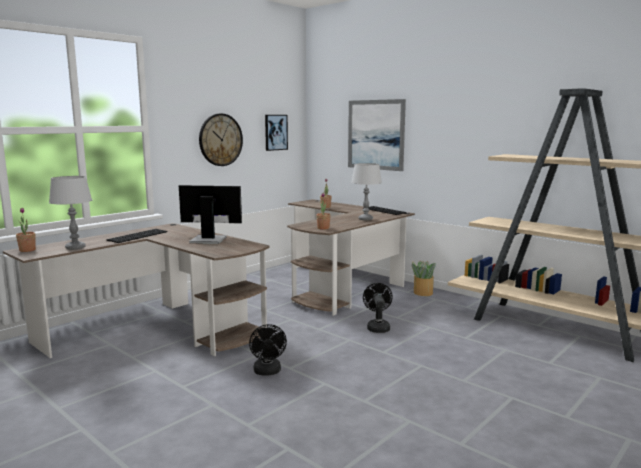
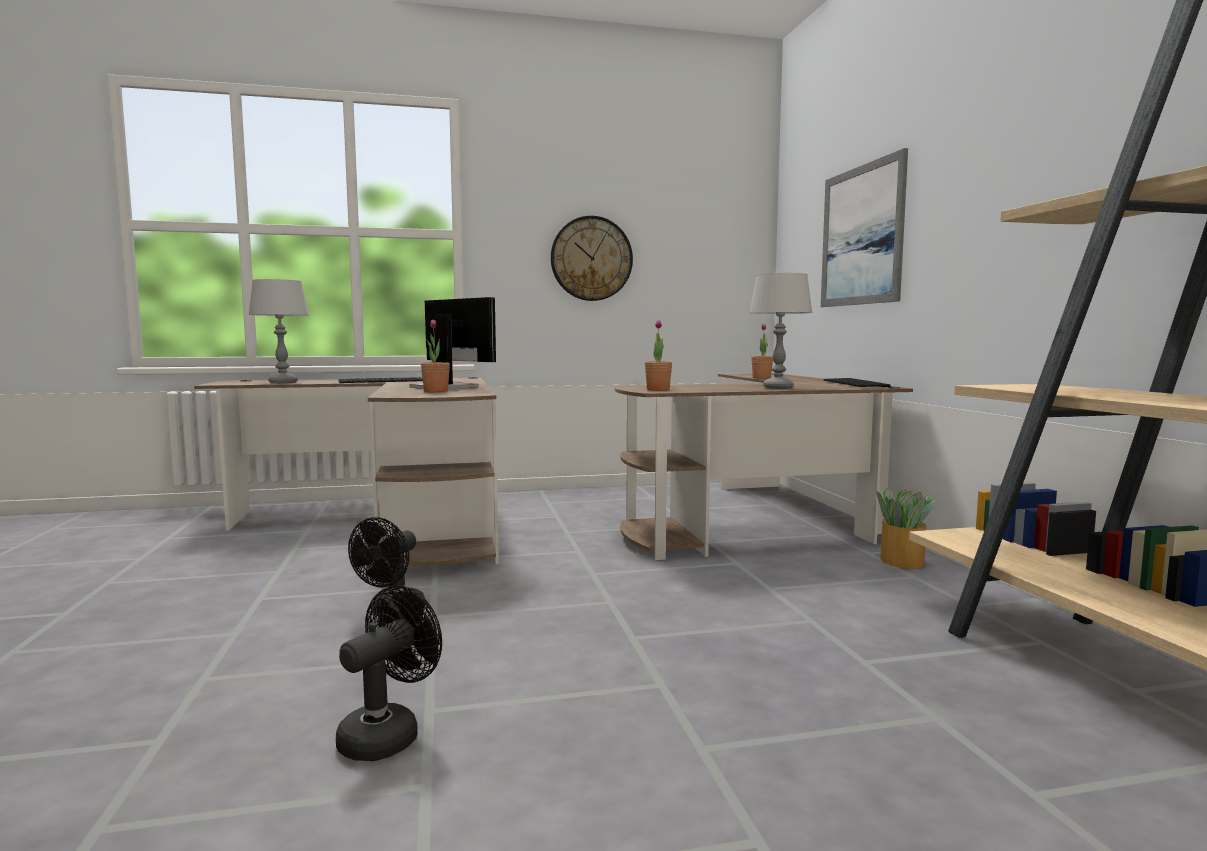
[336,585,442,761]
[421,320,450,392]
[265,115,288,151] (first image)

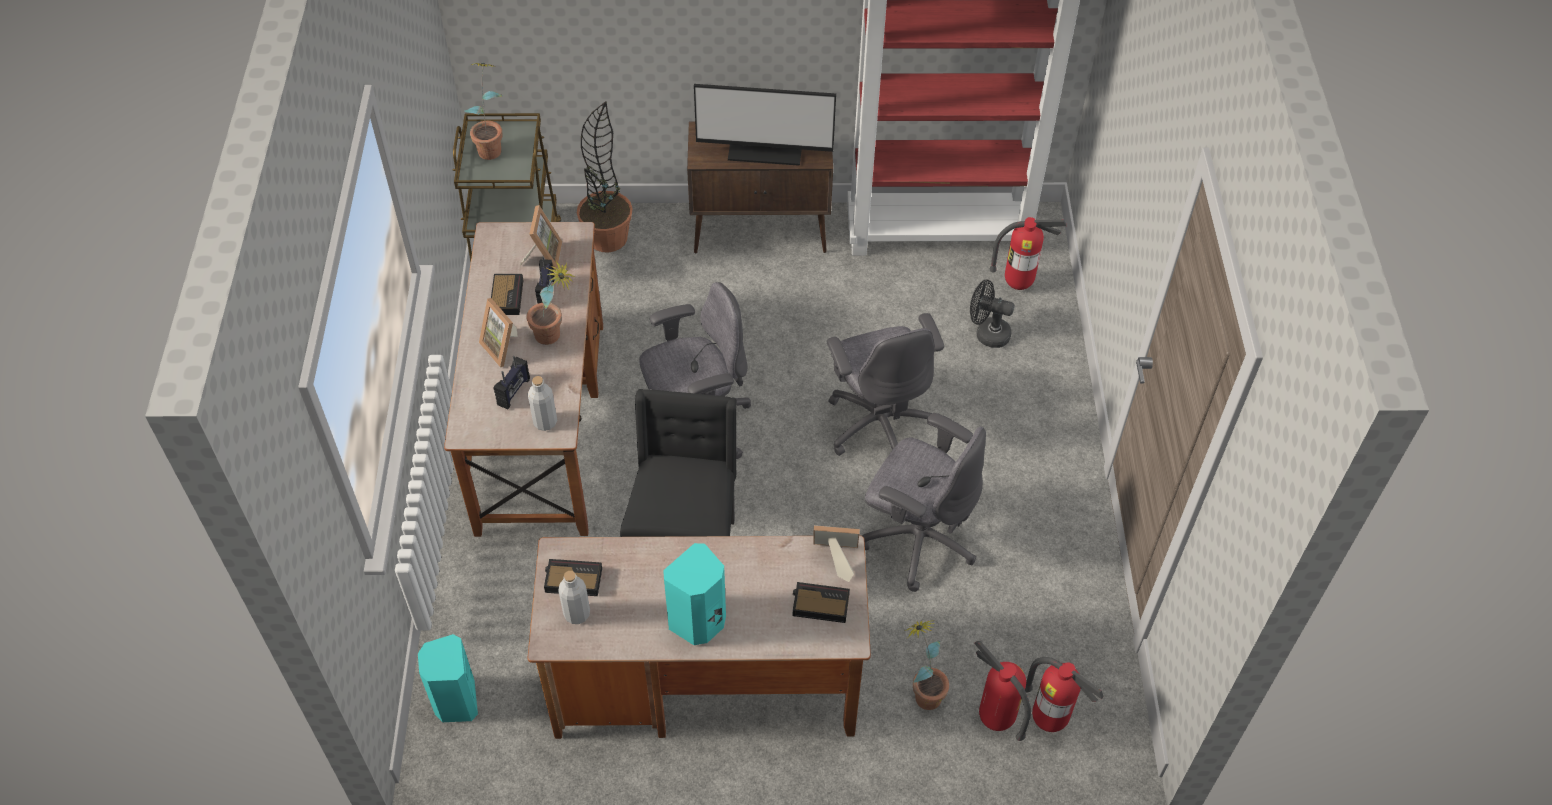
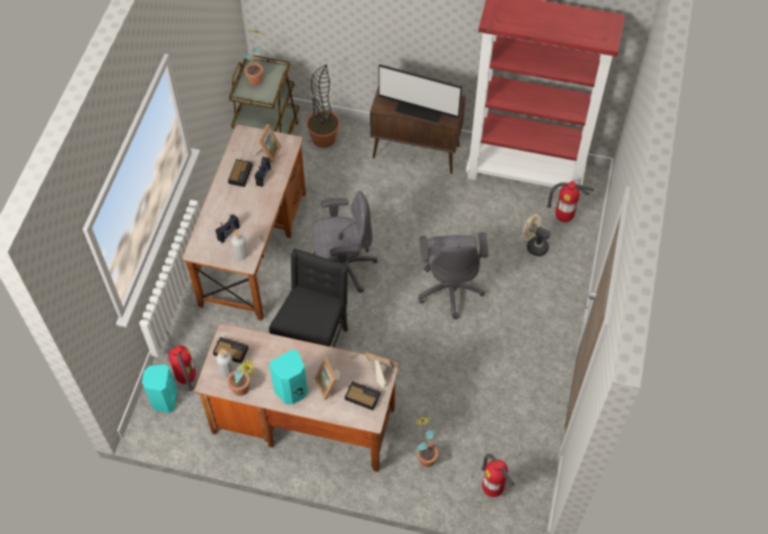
[166,331,196,391]
[227,358,257,396]
[315,358,340,400]
[522,214,550,256]
[862,413,986,592] (first image)

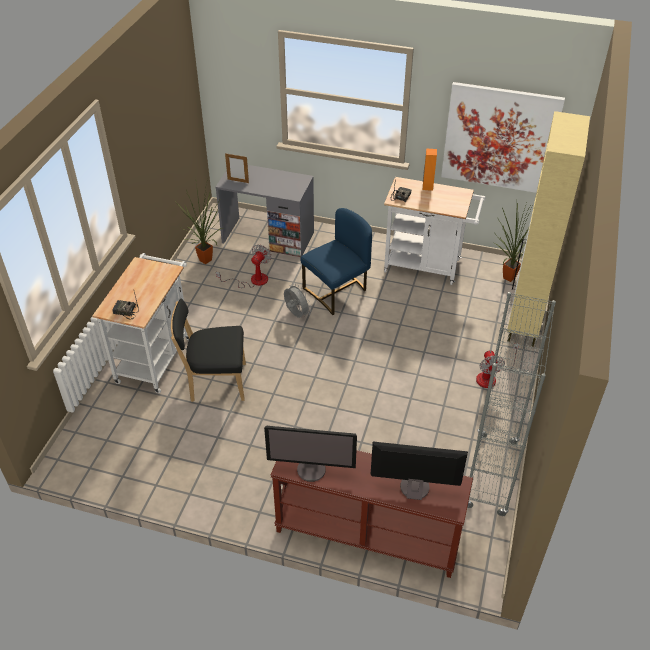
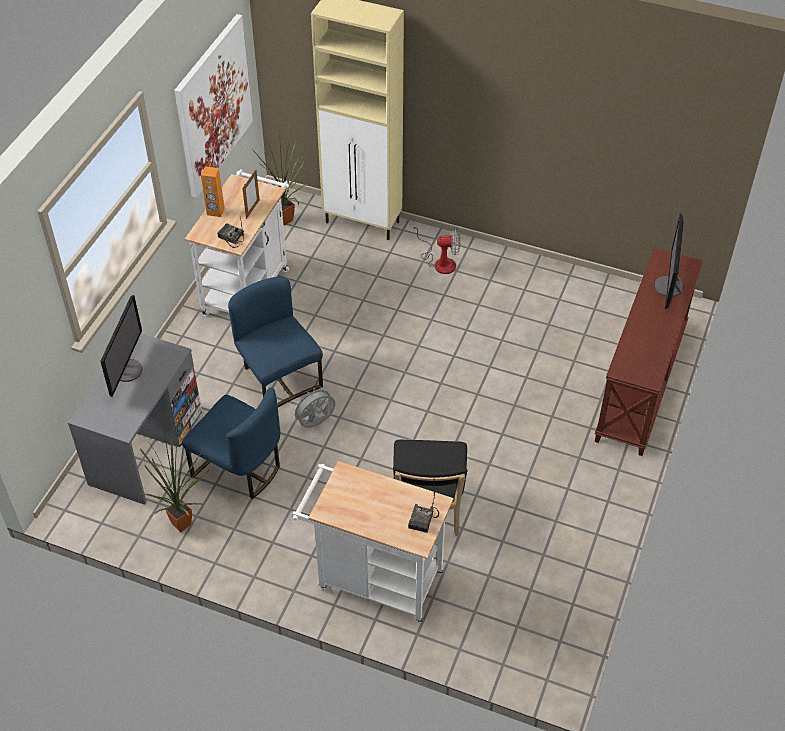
[100,295,142,397]
[182,387,280,499]
[242,170,260,219]
[467,292,556,516] (first image)

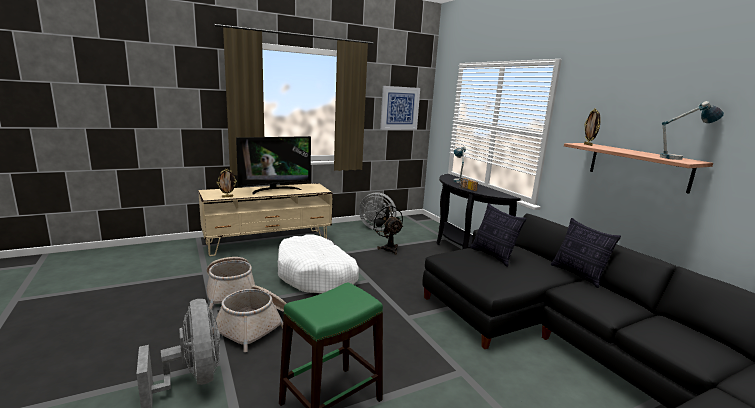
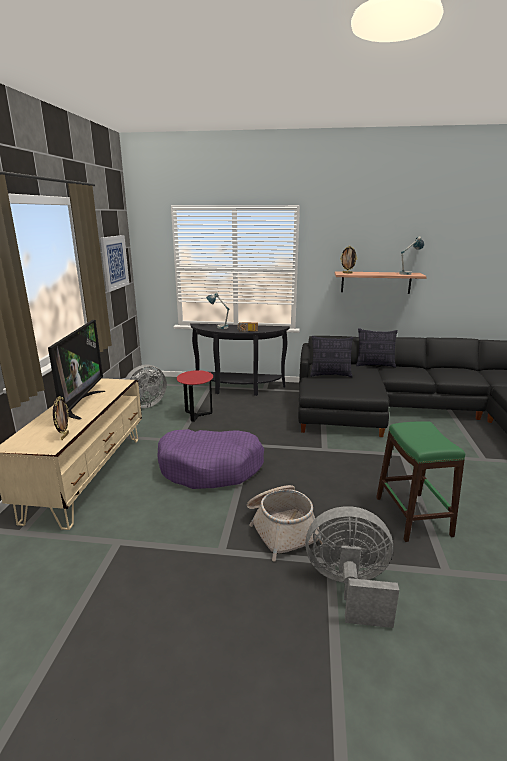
[158,429,264,489]
[177,370,213,422]
[207,257,255,310] (first image)

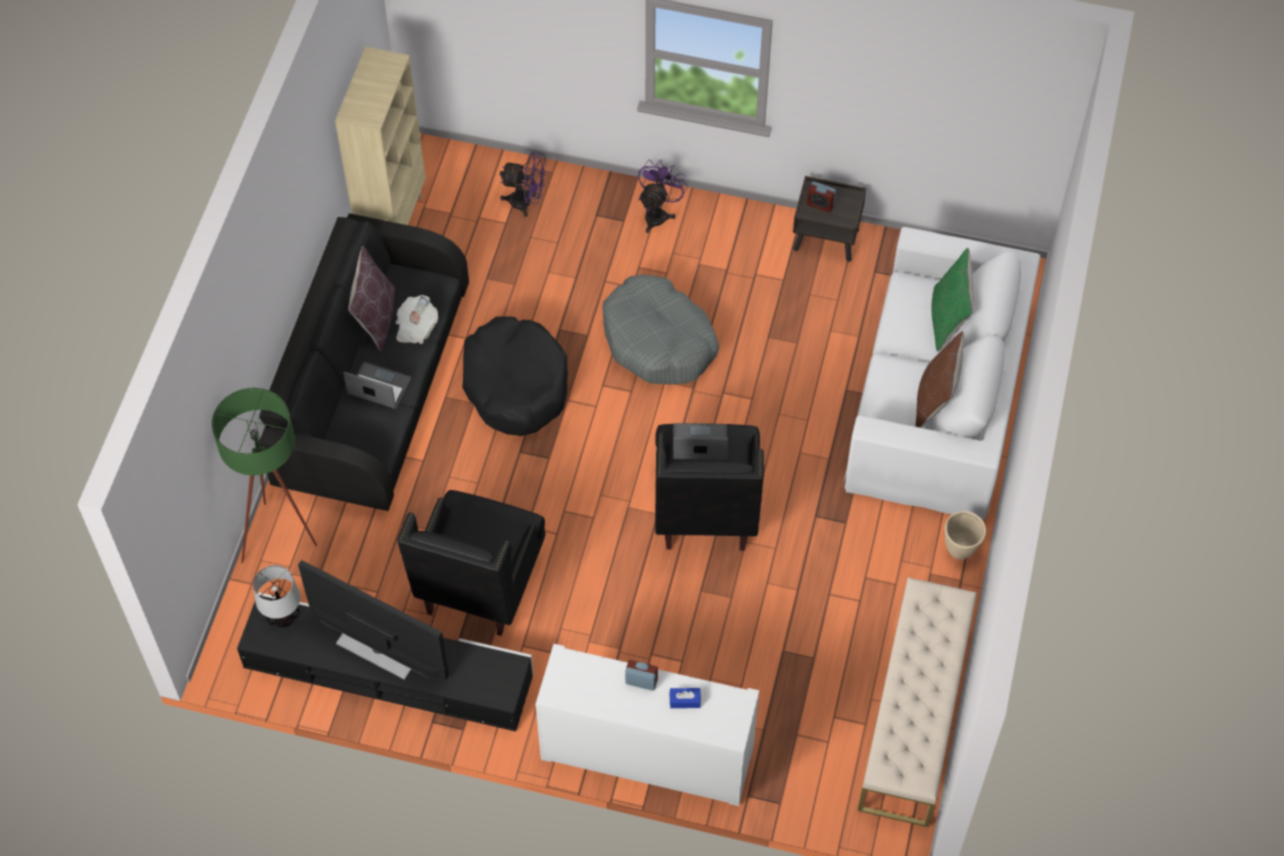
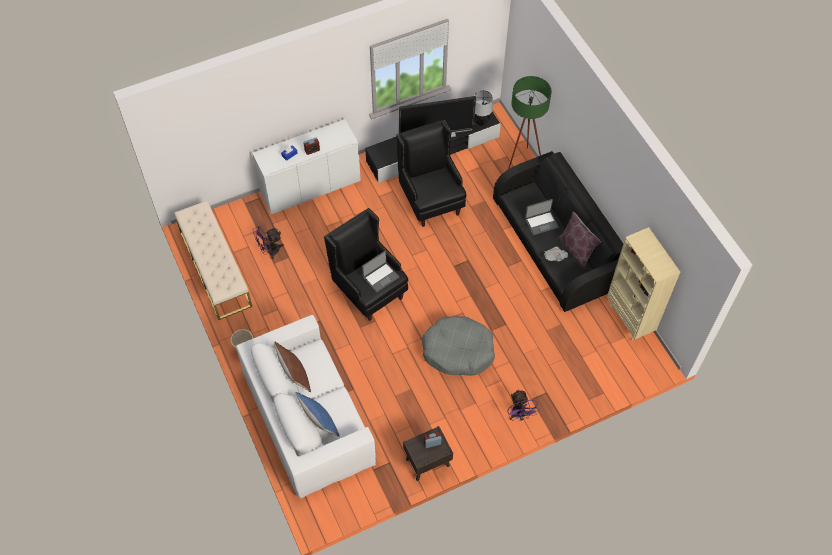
[253,226,284,259]
[296,392,339,437]
[462,316,568,436] (first image)

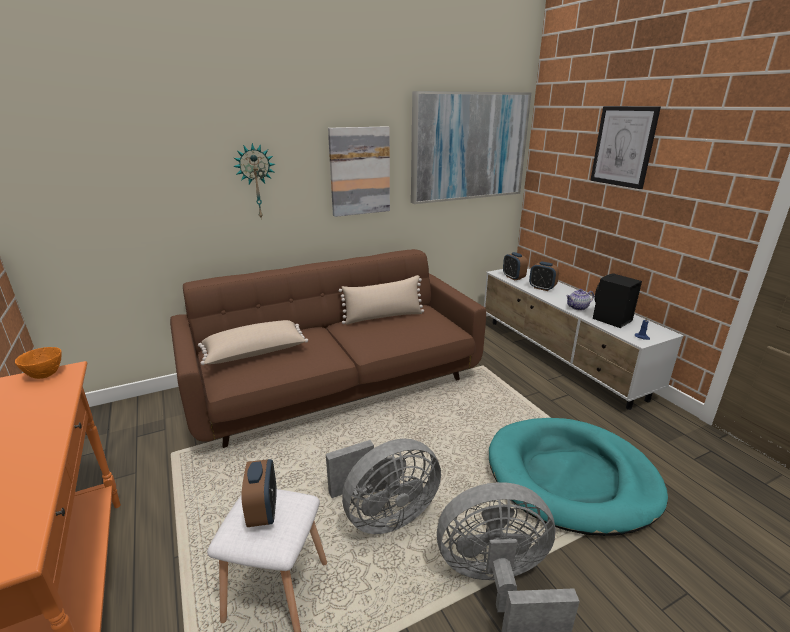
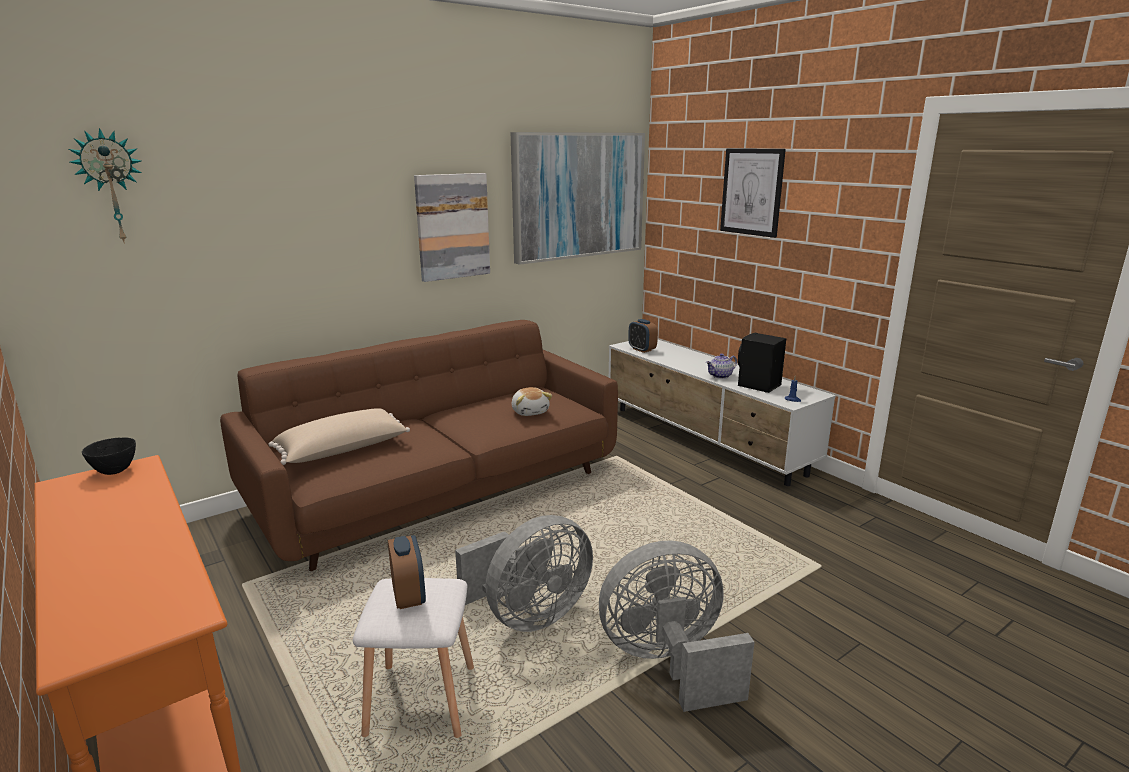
[68,128,142,244]
[82,437,136,475]
[512,387,552,416]
[339,275,424,325] (first image)
[489,418,668,536] (first image)
[529,262,559,291] (first image)

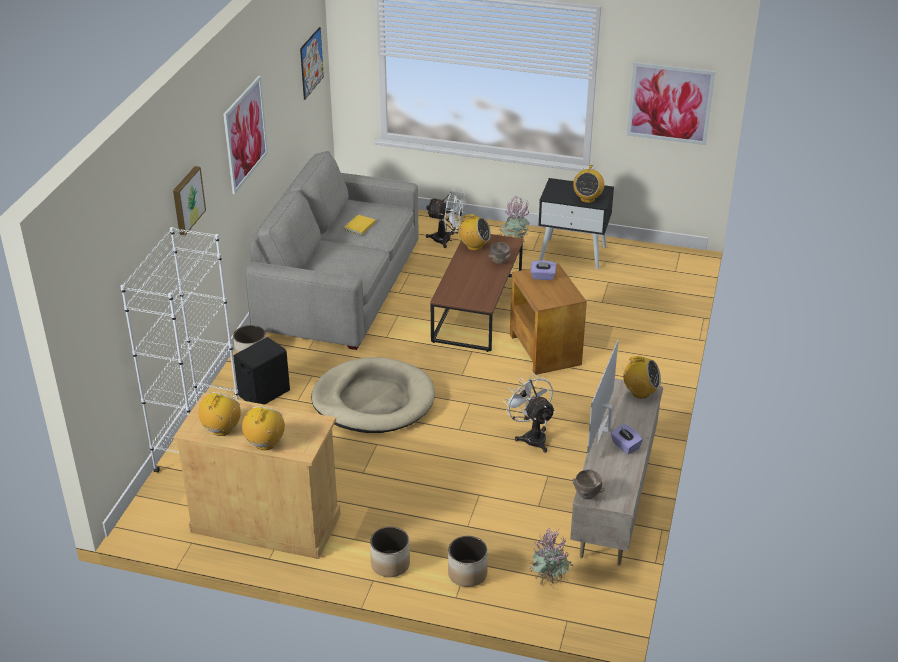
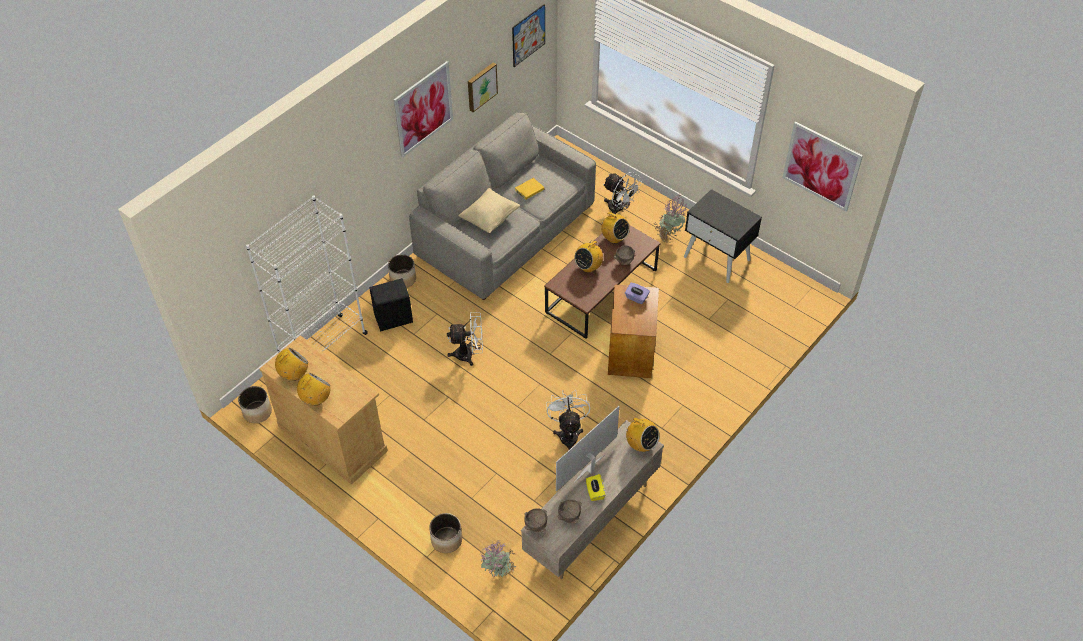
[238,386,272,423]
[447,312,483,366]
[459,188,520,233]
[468,62,498,112]
[558,500,582,524]
[574,237,603,273]
[586,474,605,501]

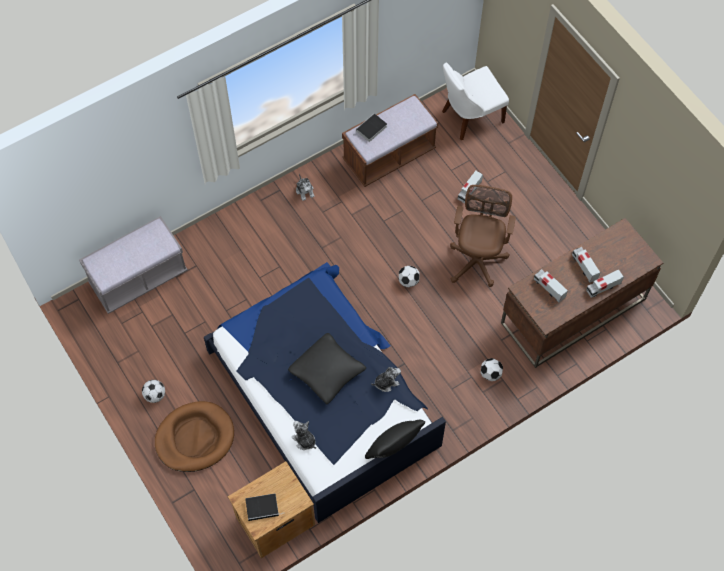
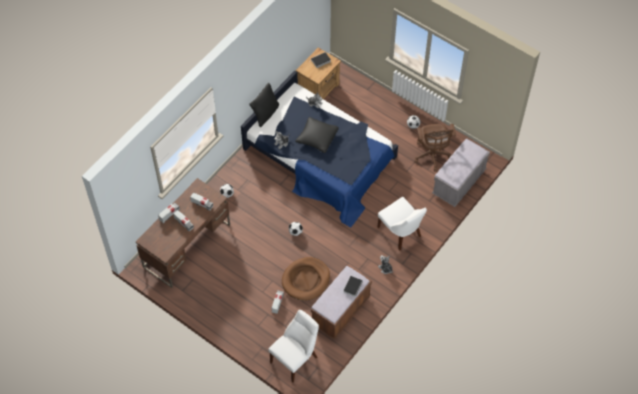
[282,257,330,301]
[378,197,427,251]
[415,124,456,171]

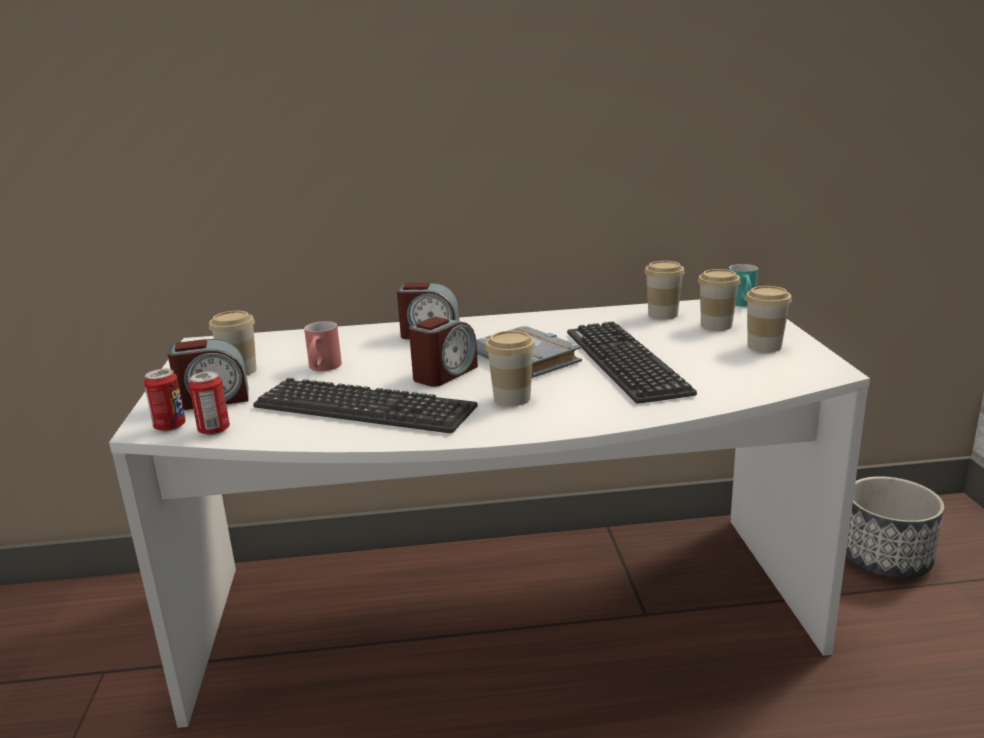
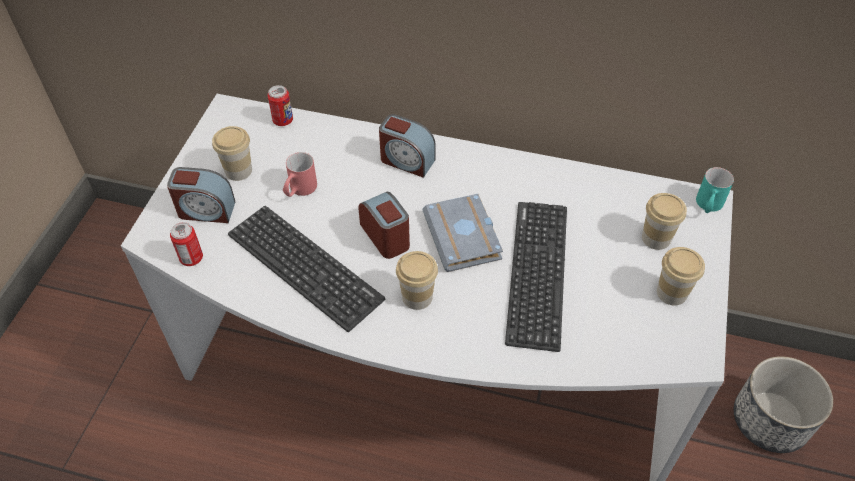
[267,85,293,126]
[359,192,410,259]
[644,261,685,319] (first image)

